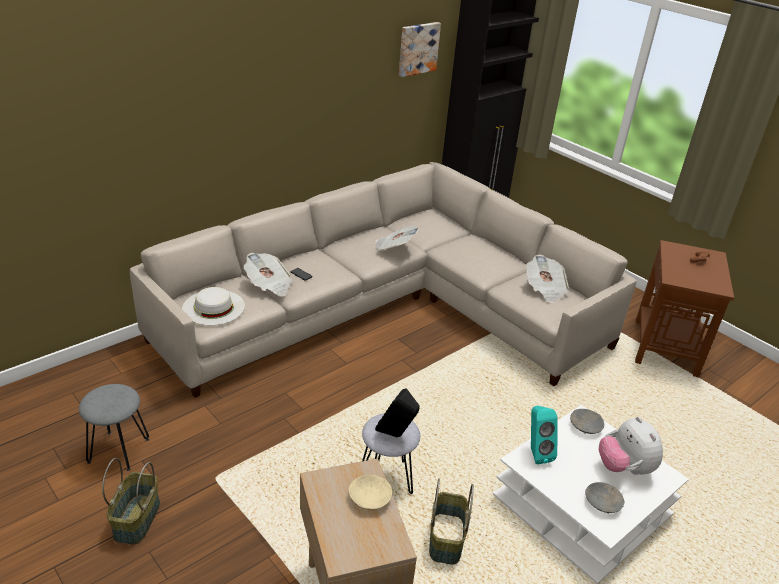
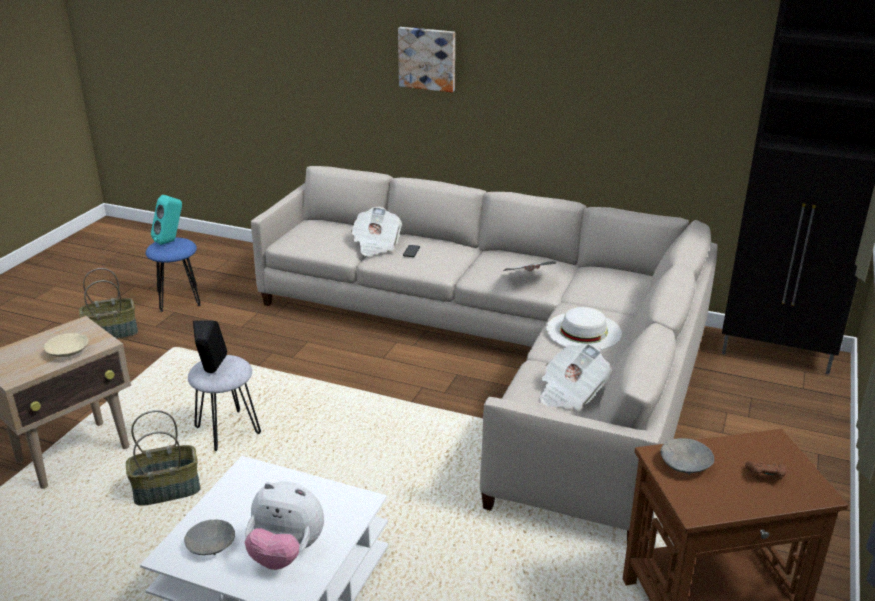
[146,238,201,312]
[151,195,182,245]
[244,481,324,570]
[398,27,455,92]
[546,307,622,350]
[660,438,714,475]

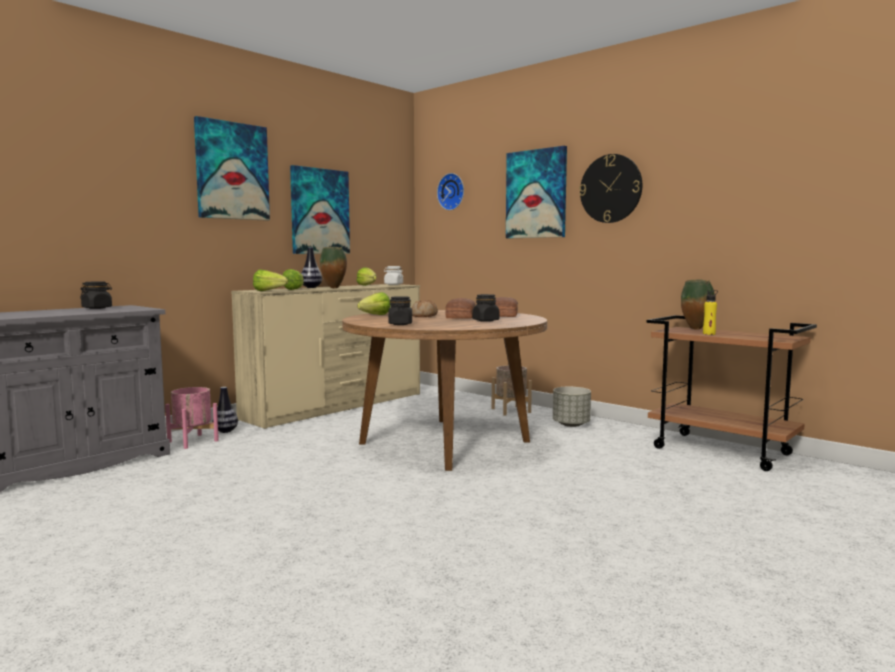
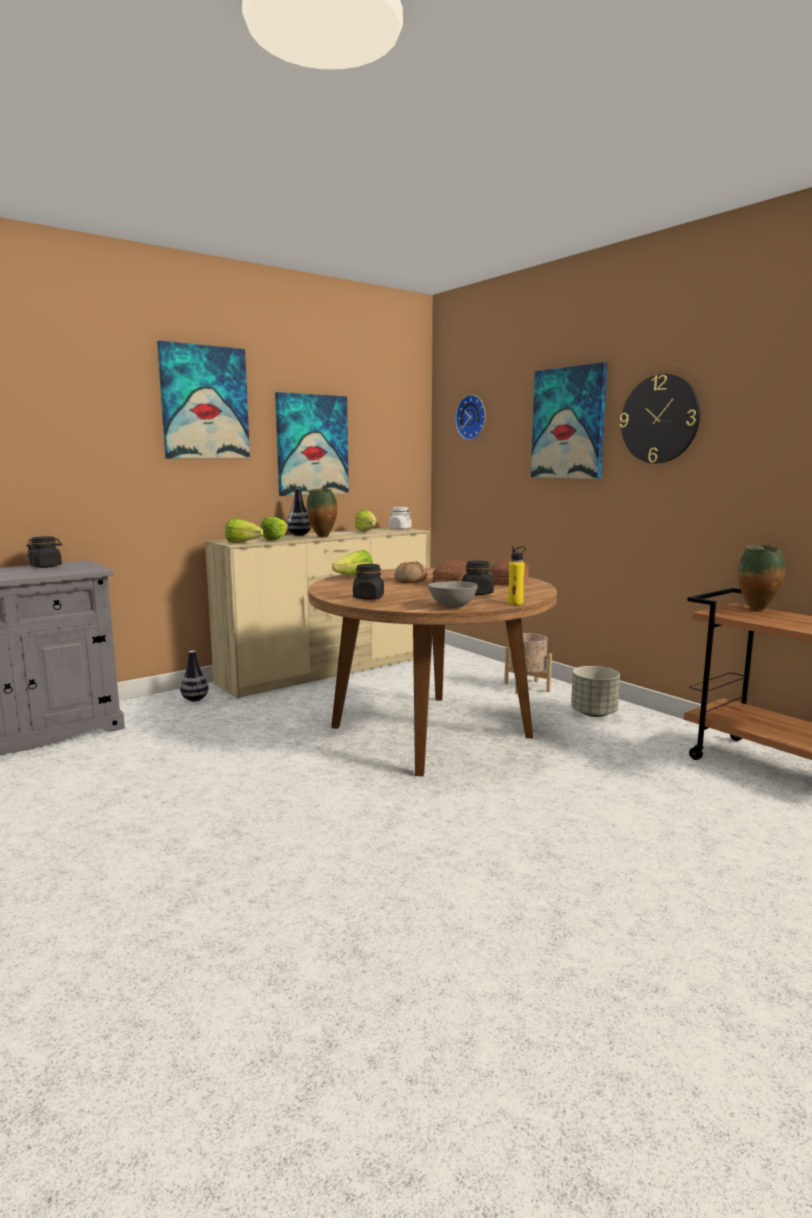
[428,581,477,608]
[508,546,526,605]
[165,387,219,449] (first image)

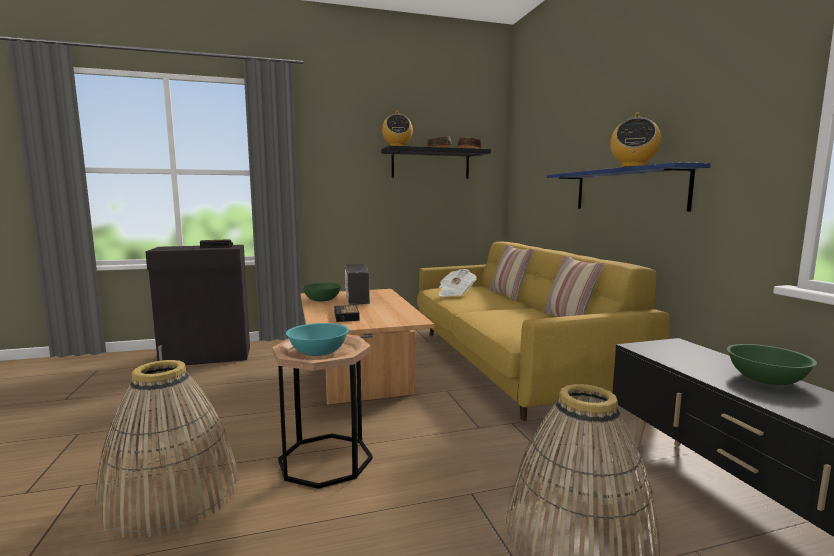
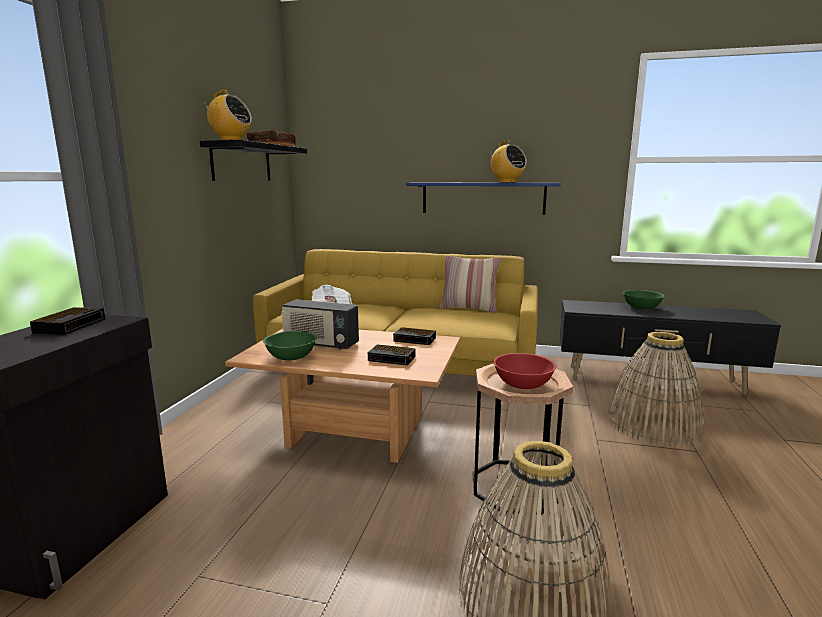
[393,327,436,345]
[493,353,557,389]
[490,244,533,301] (first image)

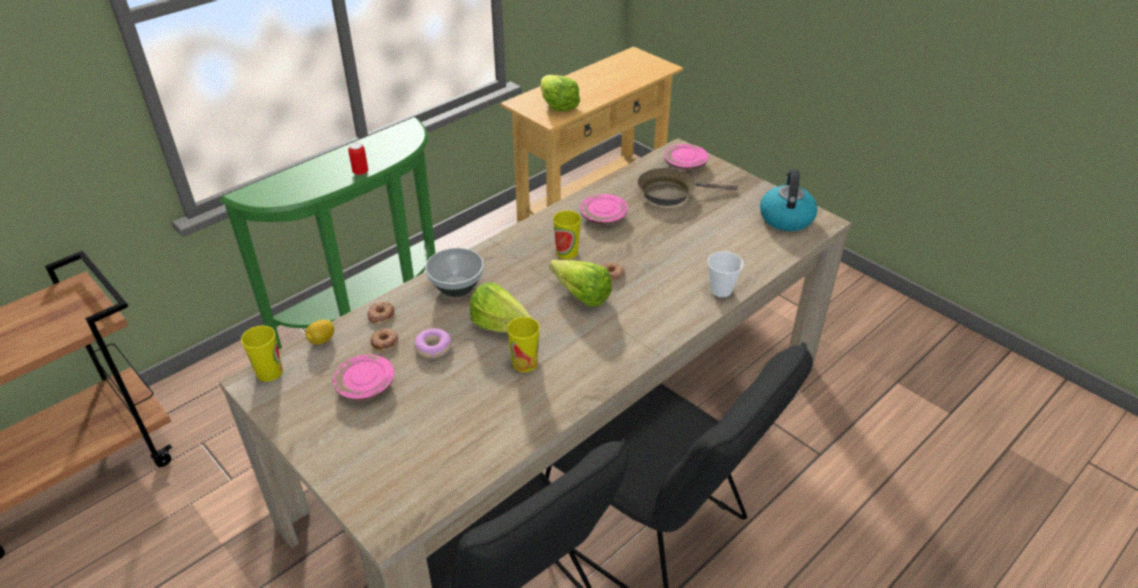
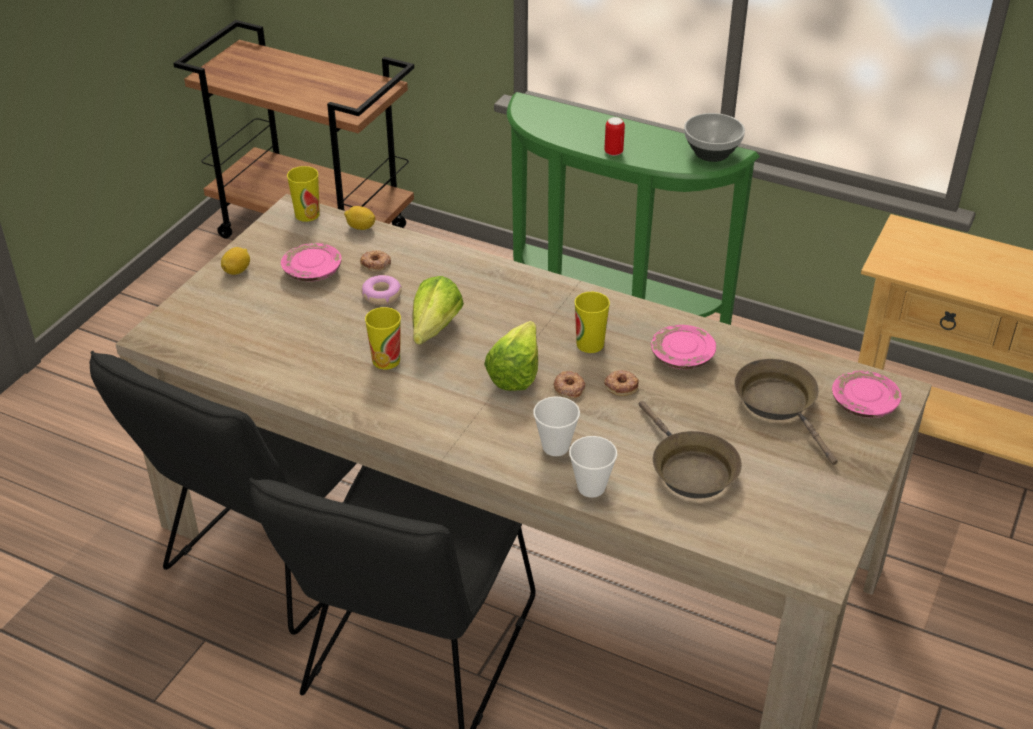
[221,247,250,275]
[533,397,580,456]
[604,370,639,396]
[639,401,742,499]
[684,113,745,162]
[541,75,580,112] (first image)
[760,169,818,231] (first image)

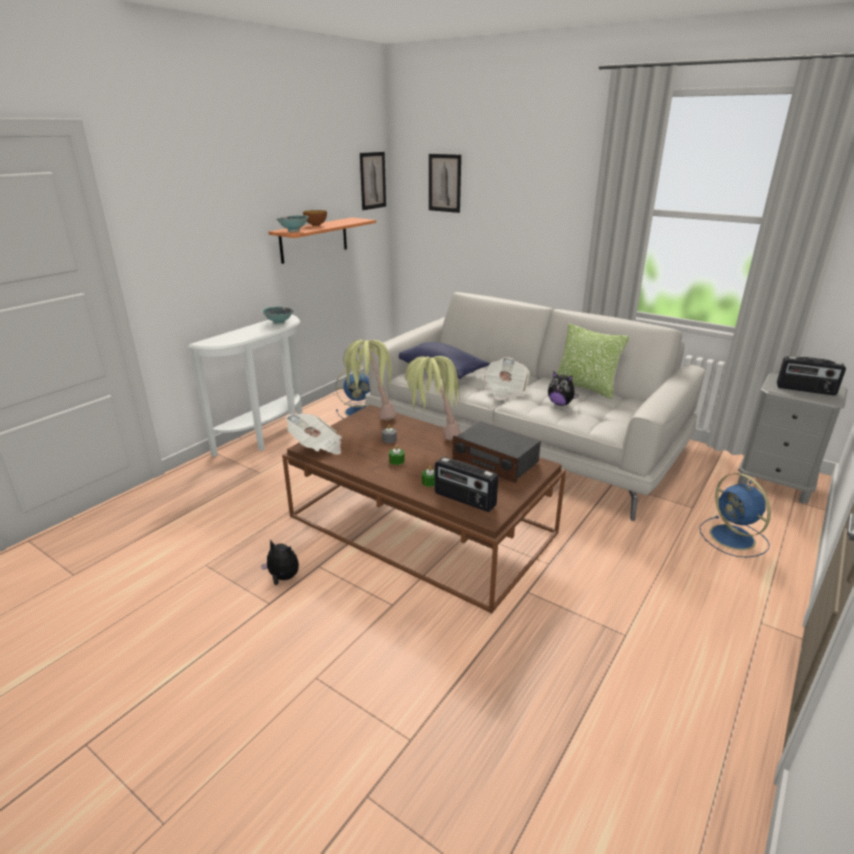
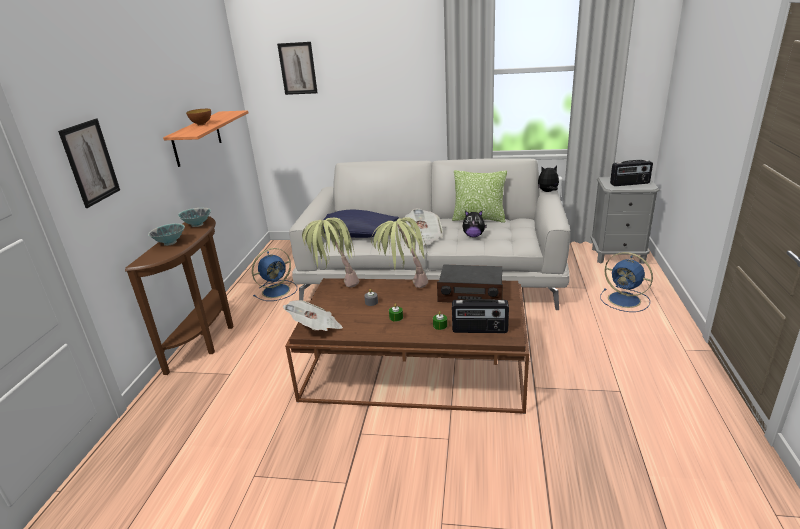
[58,119,120,208]
[125,216,234,375]
[148,223,185,246]
[538,166,559,192]

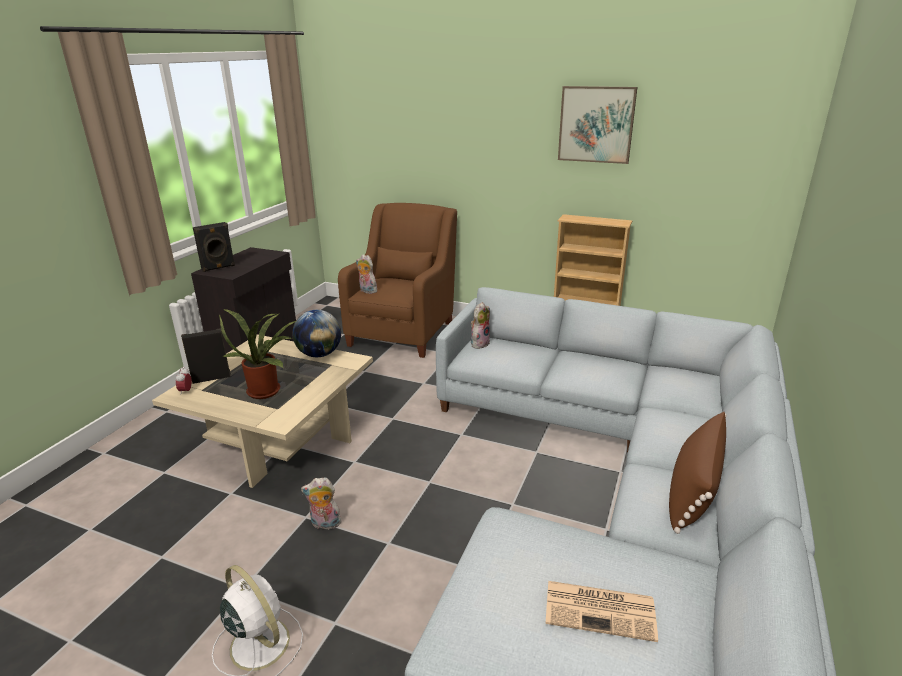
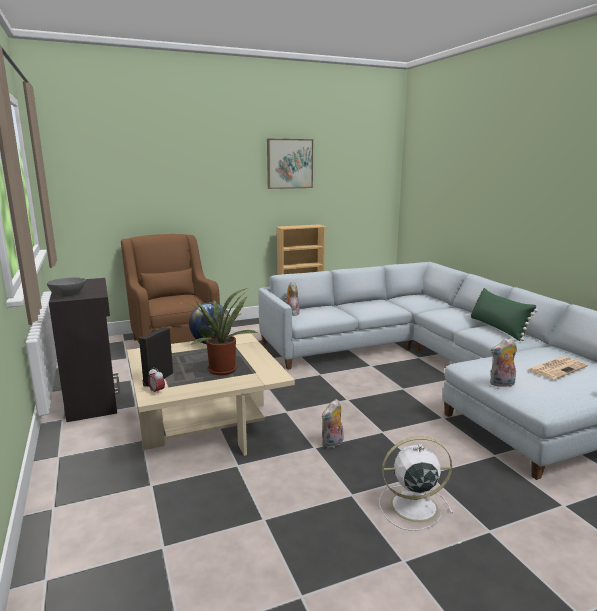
[47,277,86,297]
[470,288,538,341]
[490,338,517,387]

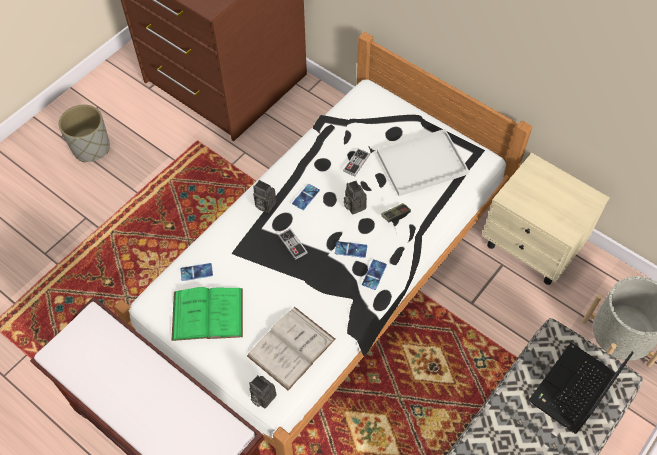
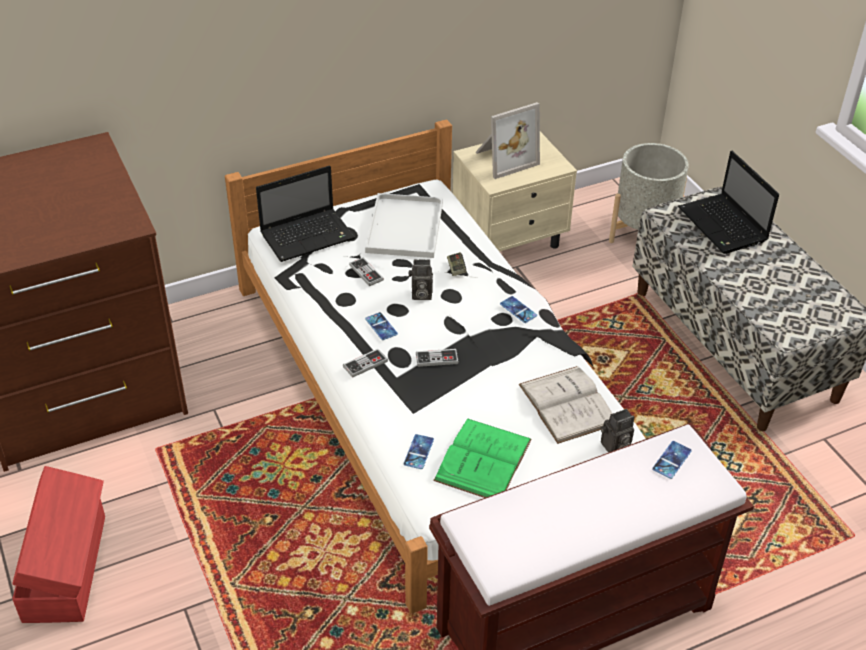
[12,466,105,623]
[256,166,355,262]
[343,349,388,378]
[476,102,540,179]
[652,441,692,479]

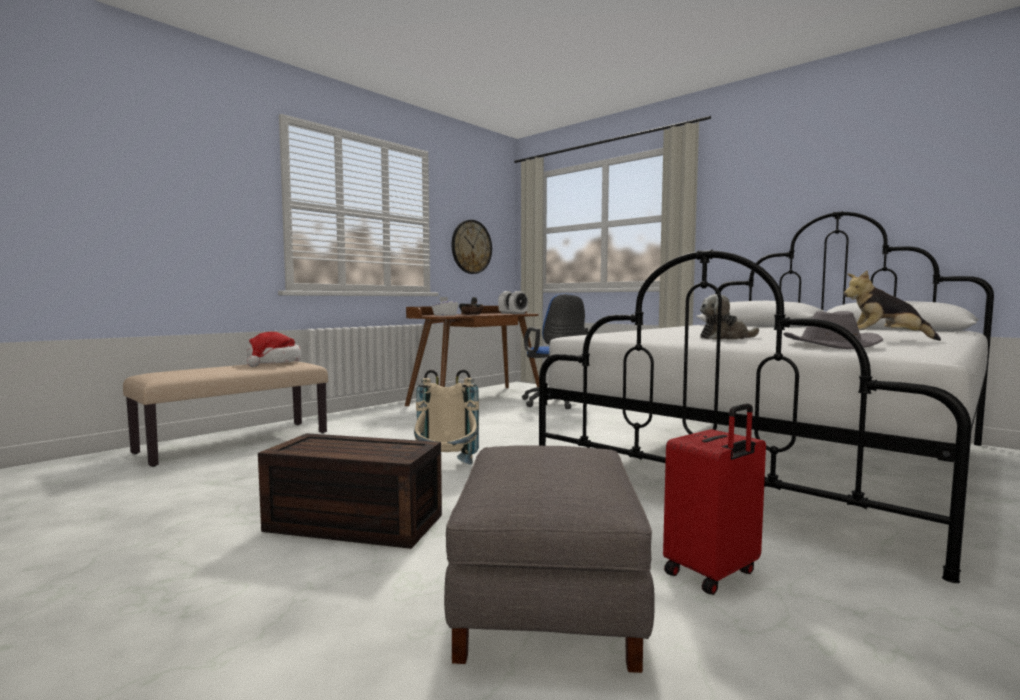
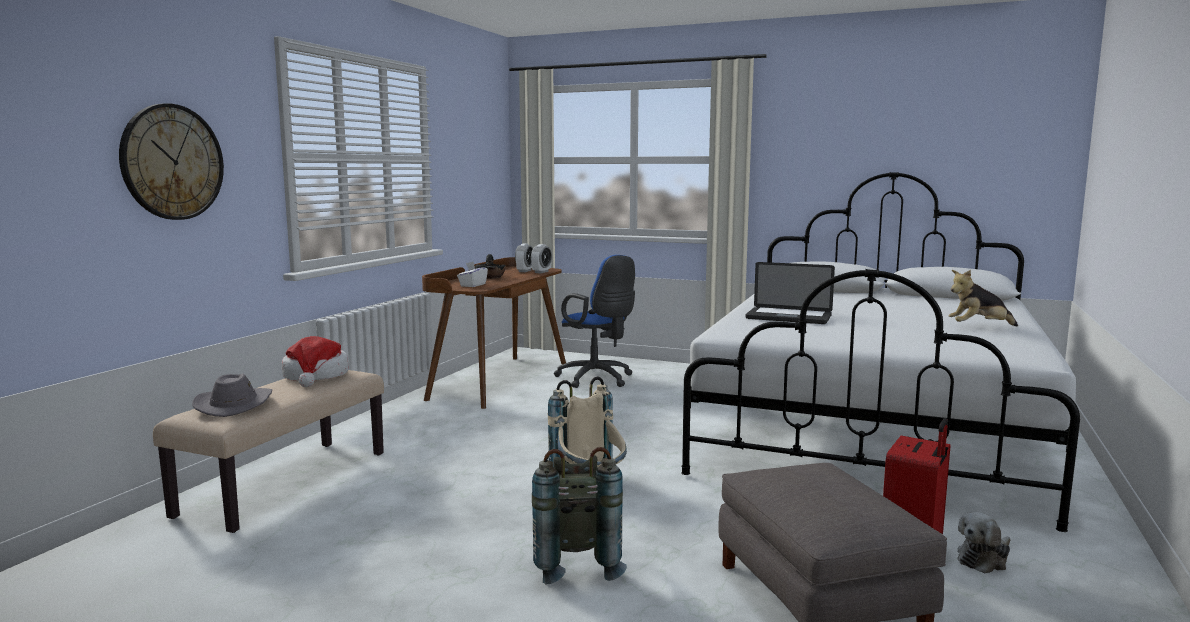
[119,103,224,220]
[192,374,272,417]
[532,447,627,584]
[745,262,835,324]
[957,512,1011,574]

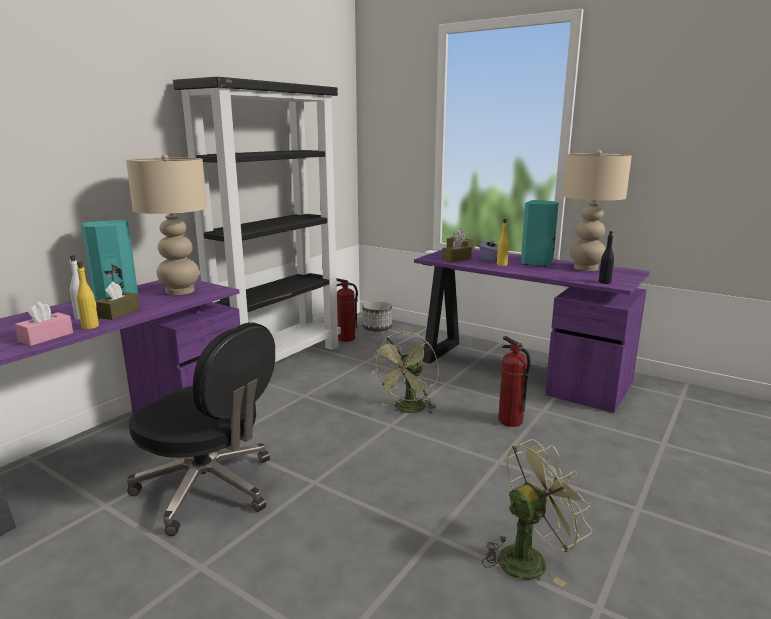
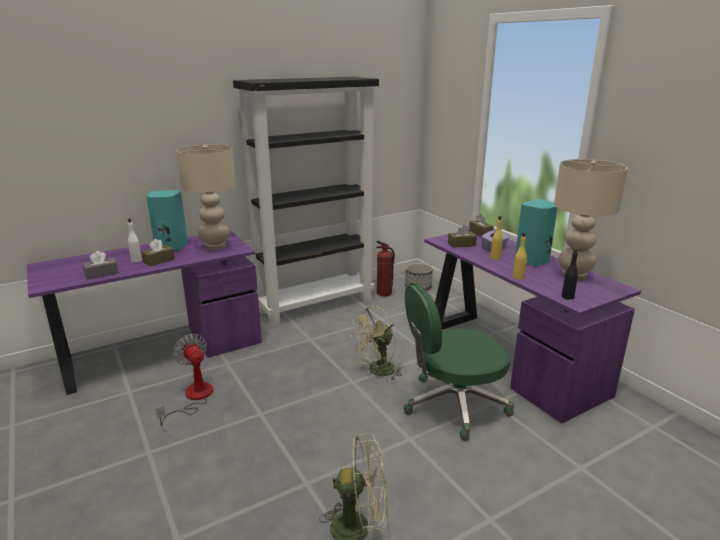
[83,251,118,280]
[156,334,213,427]
[404,282,514,441]
[513,232,527,280]

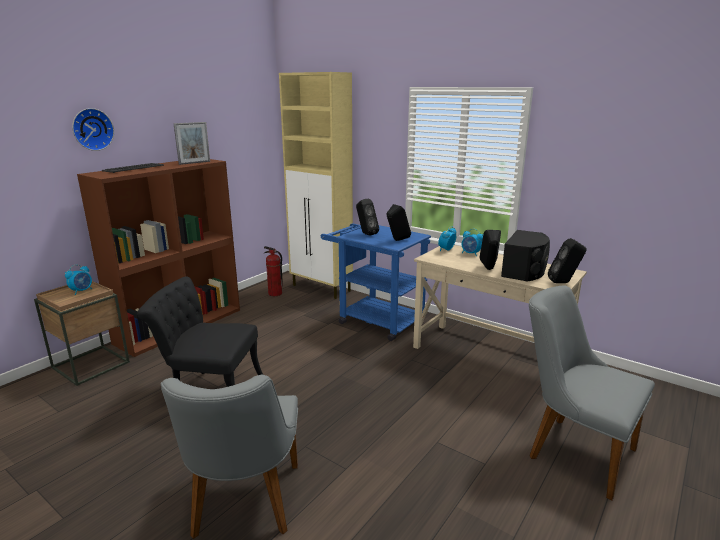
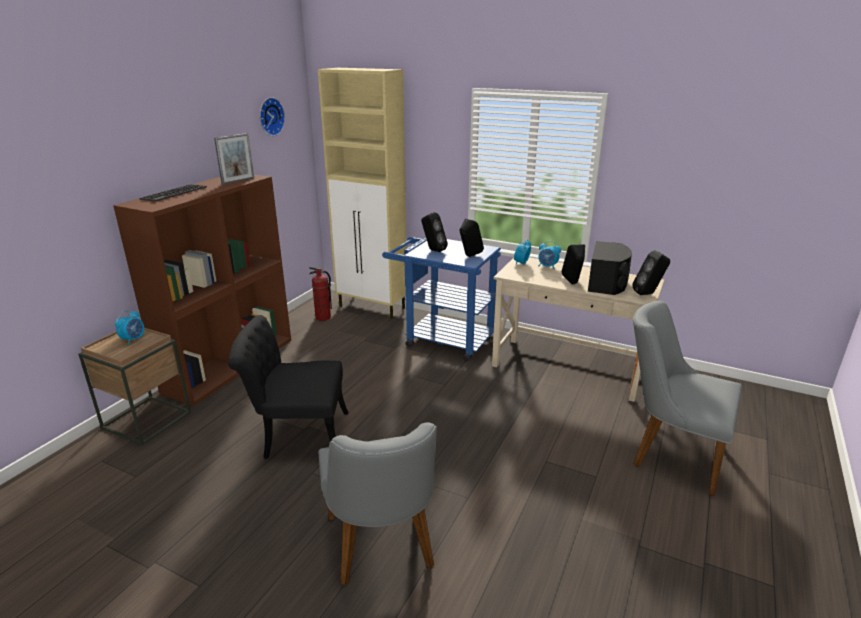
[260,97,285,136]

